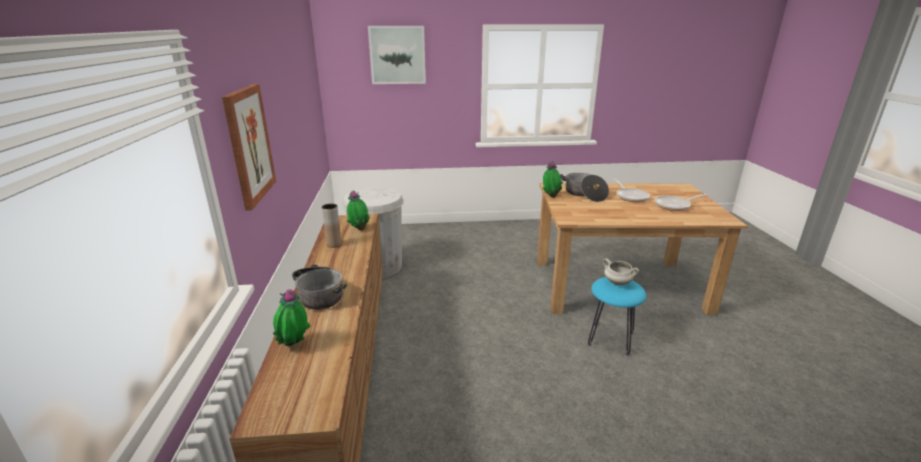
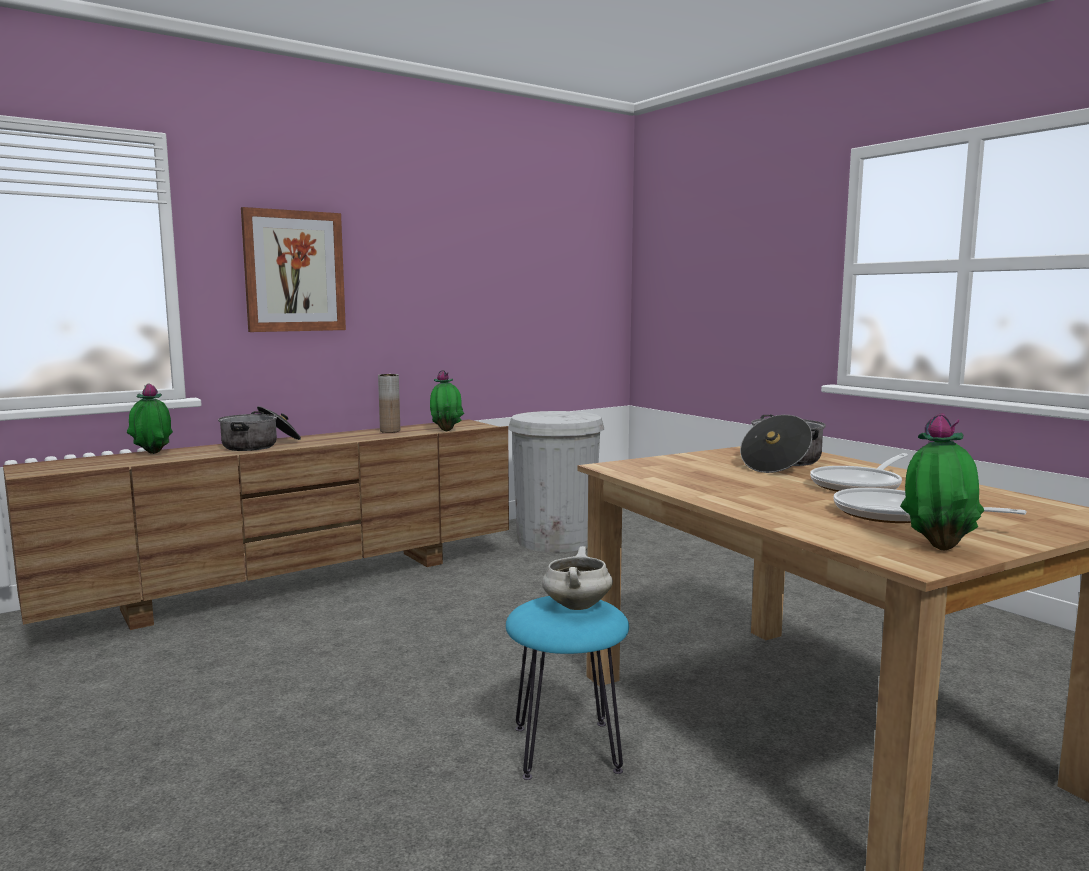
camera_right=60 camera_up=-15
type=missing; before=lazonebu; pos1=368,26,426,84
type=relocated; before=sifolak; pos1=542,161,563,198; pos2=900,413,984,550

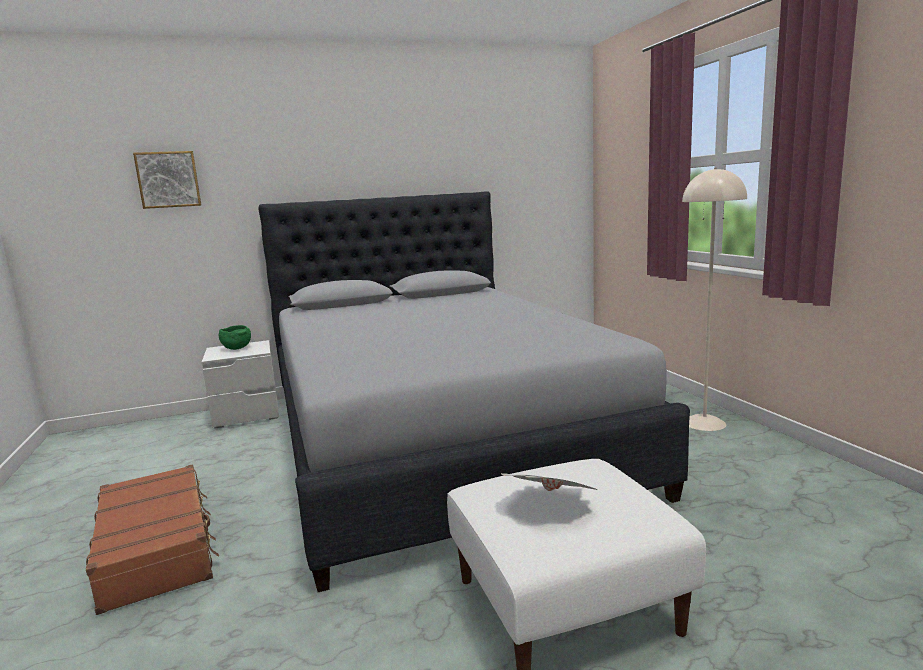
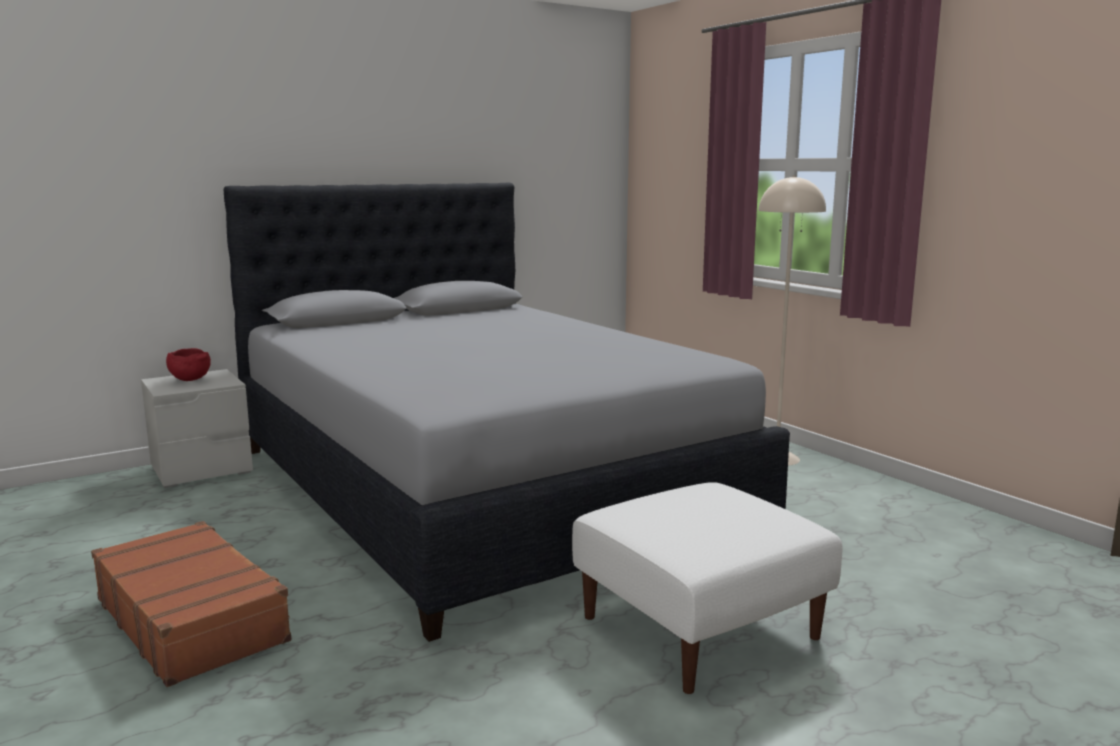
camera_right=-15 camera_up=0
type=missing; before=lazonebu; pos1=133,151,202,209
type=colour; before=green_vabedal; after=red_vabedal; pos1=219,325,251,350; pos2=166,348,211,381
type=missing; before=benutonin; pos1=501,473,598,491

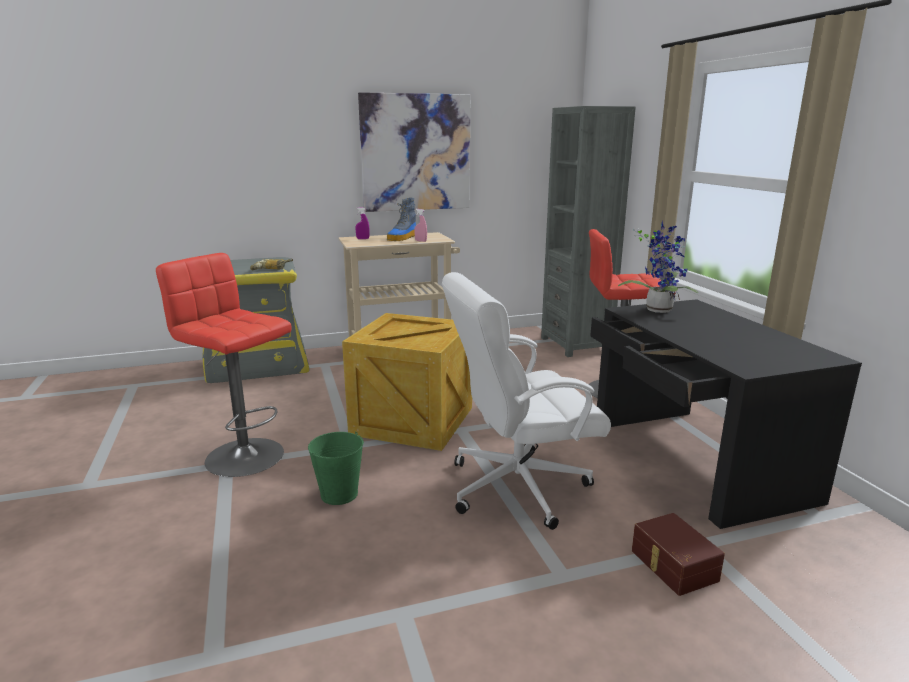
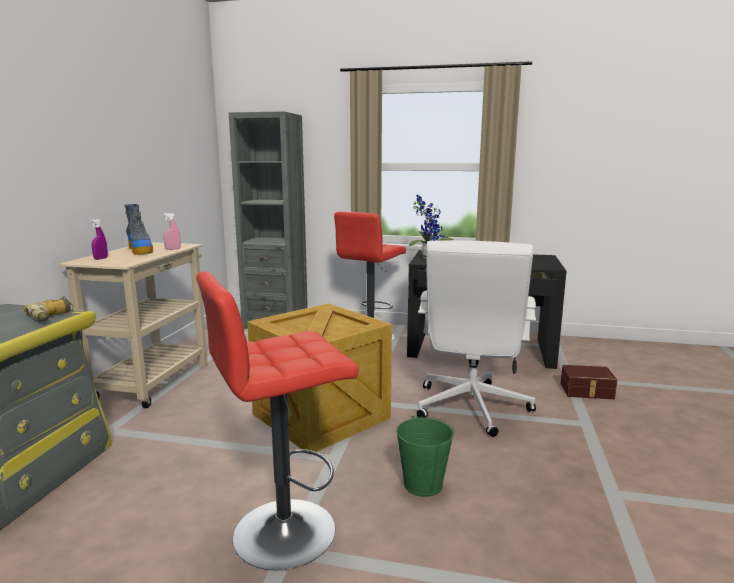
camera_right=-60 camera_up=-5
type=missing; before=lazonebu; pos1=358,92,470,212

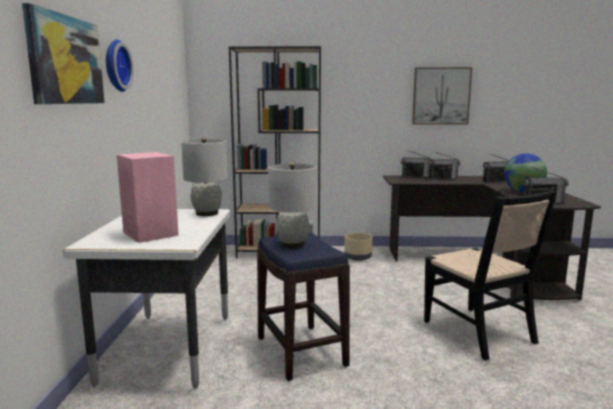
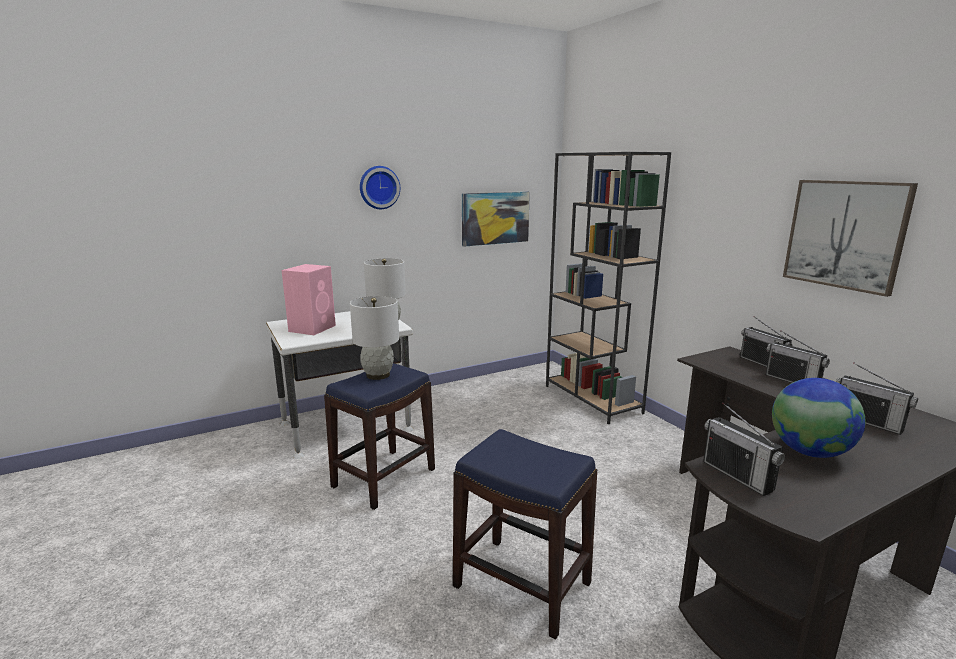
camera_right=60 camera_up=5
type=relocated; before=lazonebu; pos1=22,3,105,104; pos2=462,192,530,247
type=exchanged; before=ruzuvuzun; after=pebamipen; pos1=424,190,557,361; pos2=453,429,597,640
type=missing; before=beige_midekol; pos1=344,233,372,261

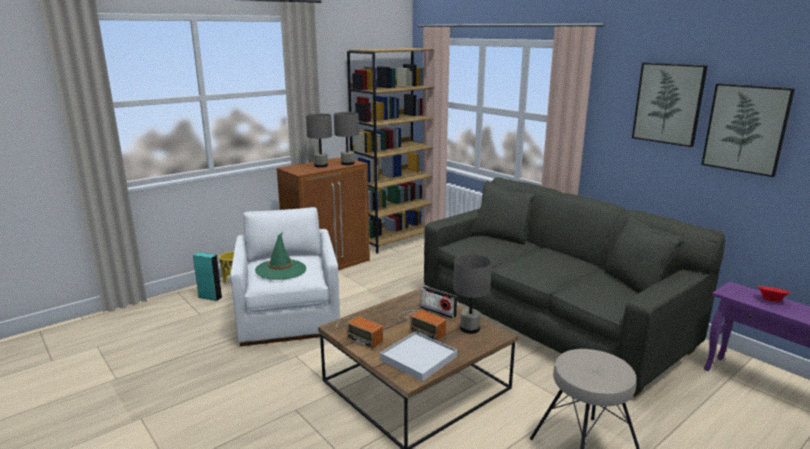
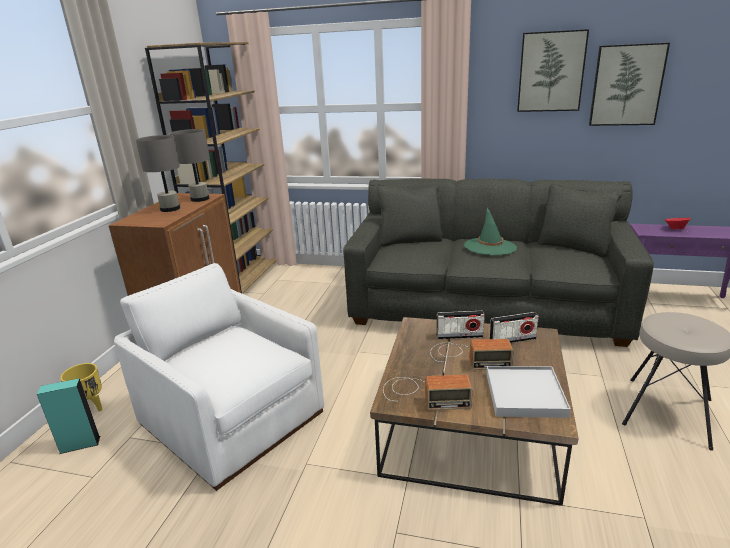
camera_right=-35 camera_up=5
type=relocated; before=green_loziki; pos1=255,232,306,280; pos2=464,208,517,255
type=exchanged; before=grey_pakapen; after=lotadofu; pos1=453,254,492,334; pos2=489,312,539,343

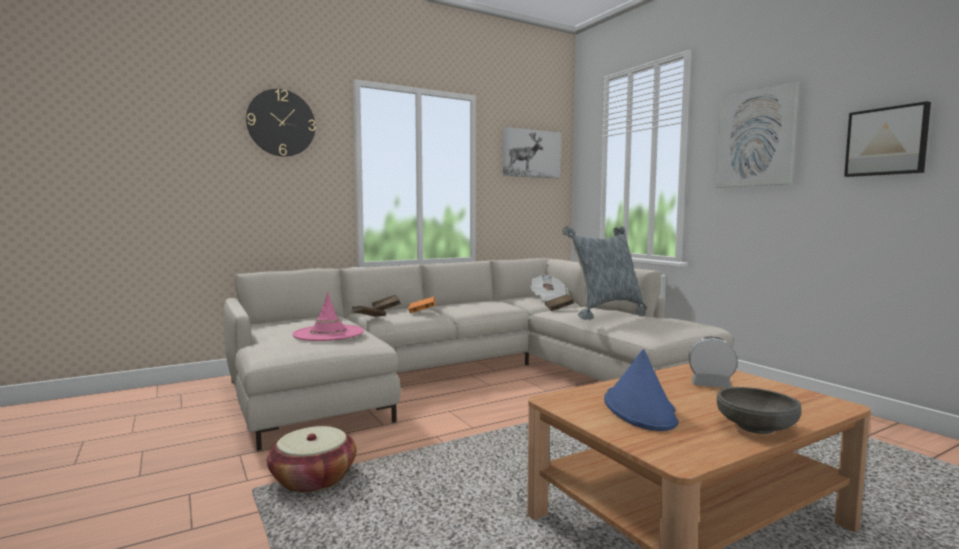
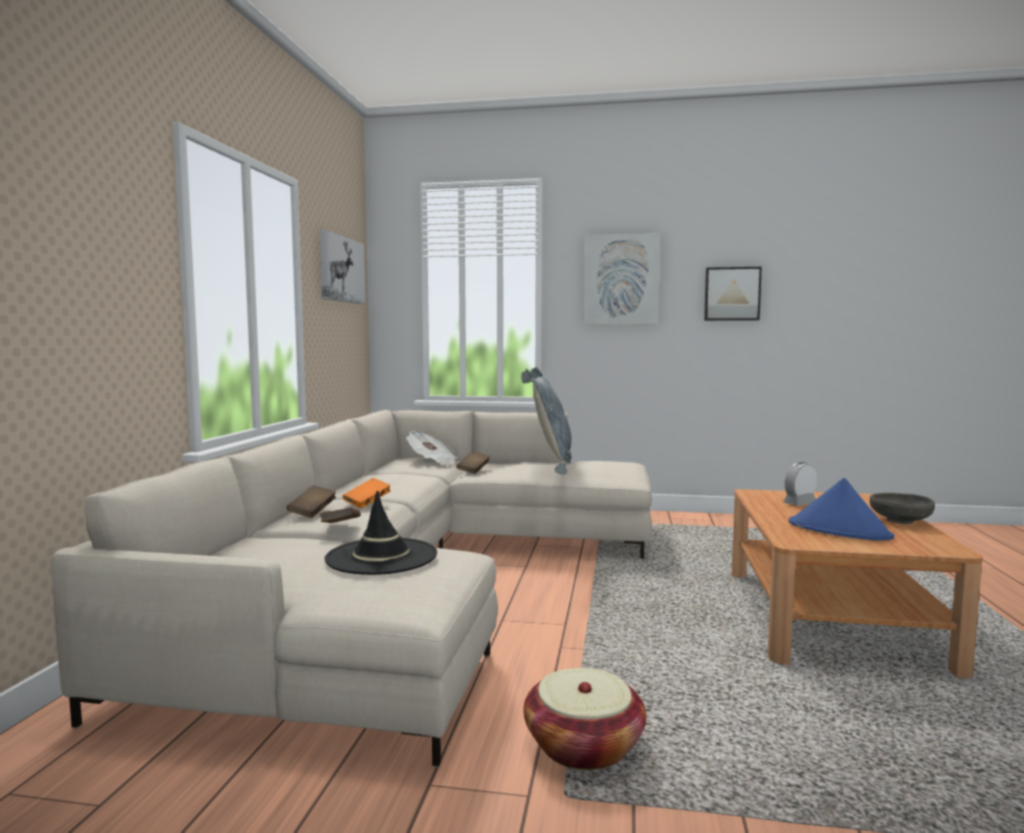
camera_right=-50 camera_up=0
type=missing; before=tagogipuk; pos1=246,89,316,157
type=colour; before=pink_loziki; after=black_loziki; pos1=293,292,364,341; pos2=325,491,437,575

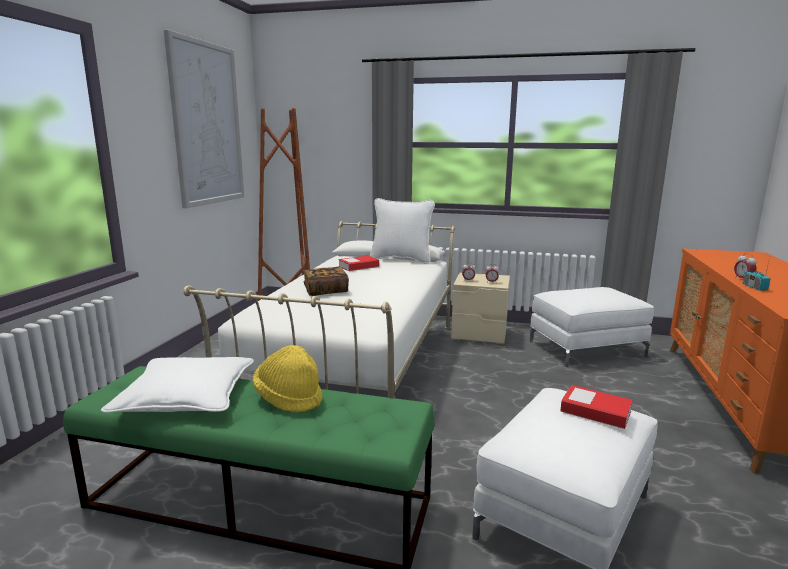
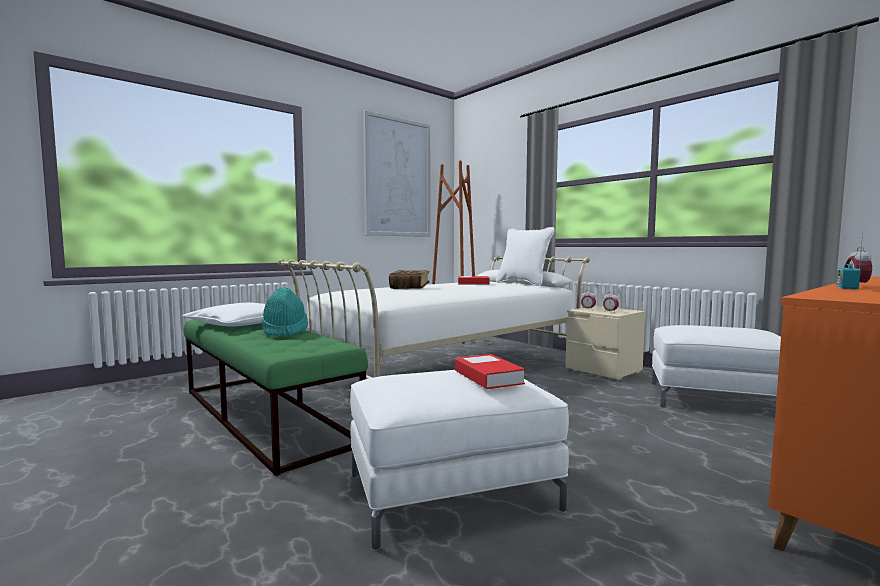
camera_right=35 camera_up=-10
type=colour; before=yellow_loziki; after=turquoise_loziki; pos1=253,345,322,412; pos2=262,287,308,337

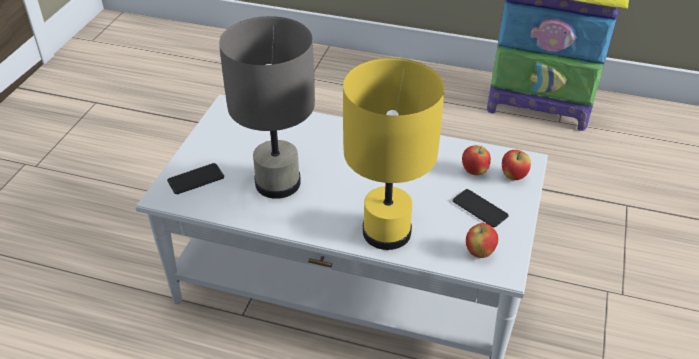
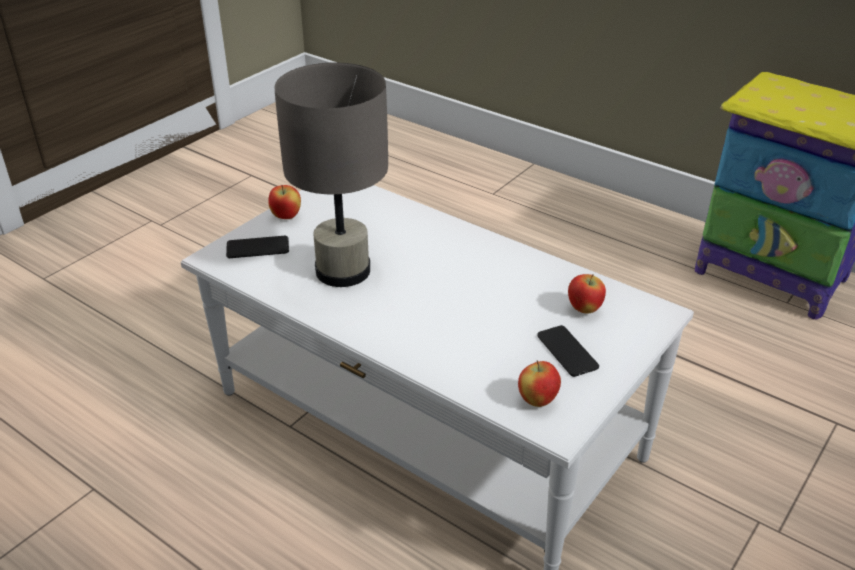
camera_right=20 camera_up=-5
type=missing; before=yellow_pakapen; pos1=343,58,444,250
type=relocated; before=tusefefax; pos1=502,150,531,180; pos2=268,185,301,219

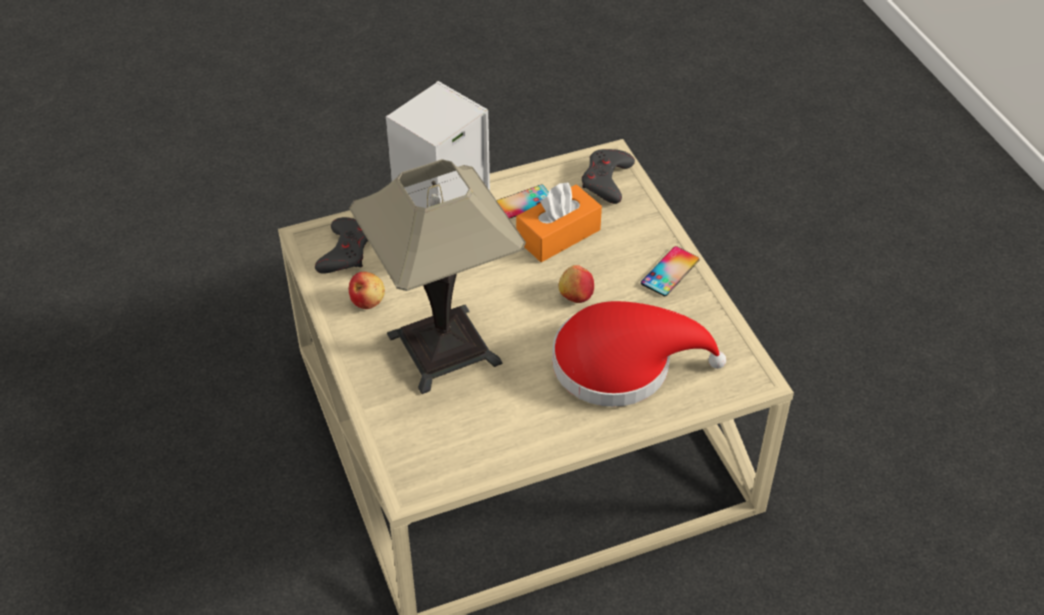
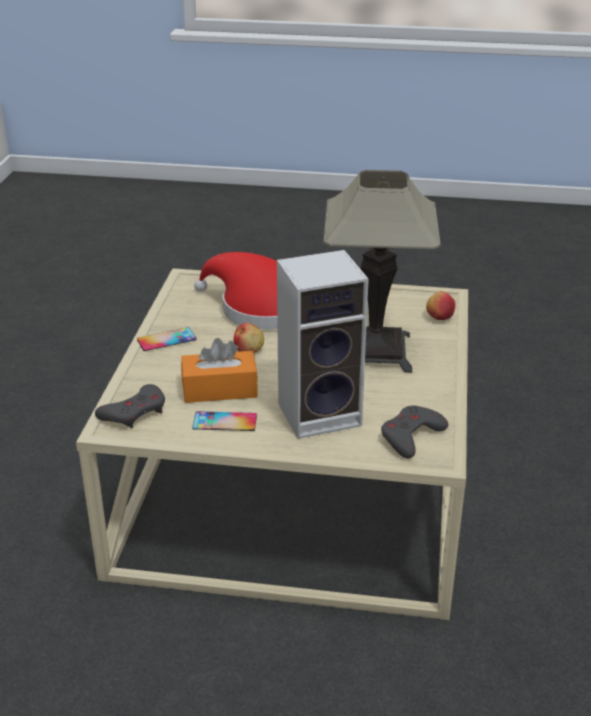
camera_right=-150 camera_up=-15
type=relocated; before=tusefefax; pos1=349,272,385,309; pos2=426,291,455,320

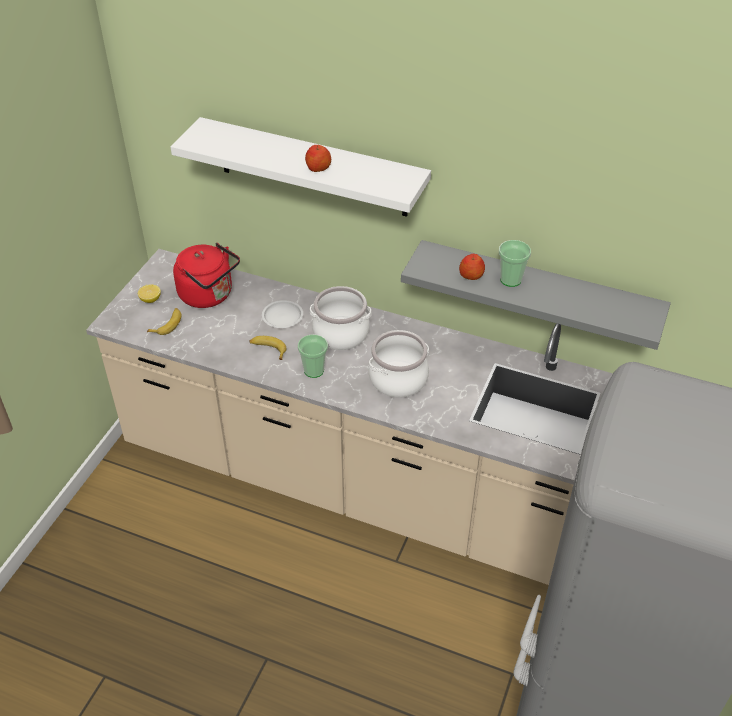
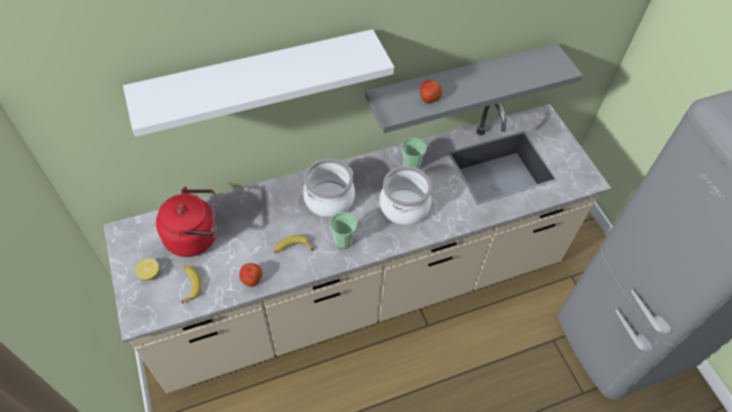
camera_right=-45 camera_up=10
type=relocated; before=tusefefax; pos1=305,145,331,172; pos2=239,263,263,287
type=relocated; before=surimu; pos1=499,240,531,287; pos2=401,138,427,169
type=missing; before=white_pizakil; pos1=262,300,303,328

